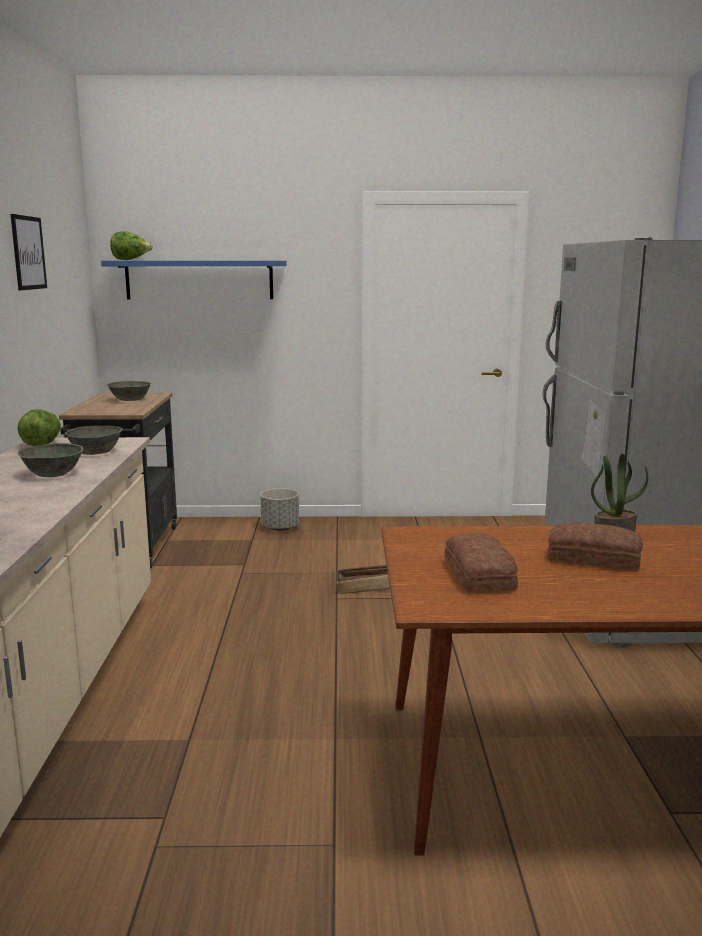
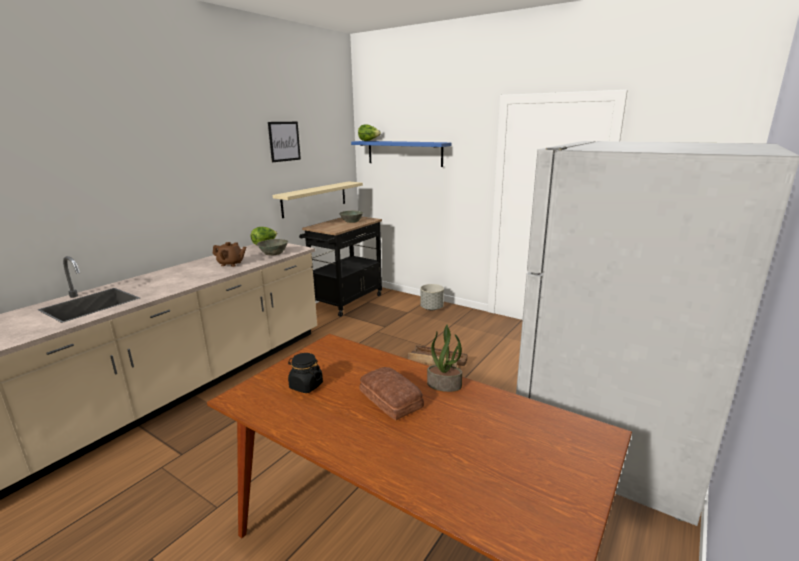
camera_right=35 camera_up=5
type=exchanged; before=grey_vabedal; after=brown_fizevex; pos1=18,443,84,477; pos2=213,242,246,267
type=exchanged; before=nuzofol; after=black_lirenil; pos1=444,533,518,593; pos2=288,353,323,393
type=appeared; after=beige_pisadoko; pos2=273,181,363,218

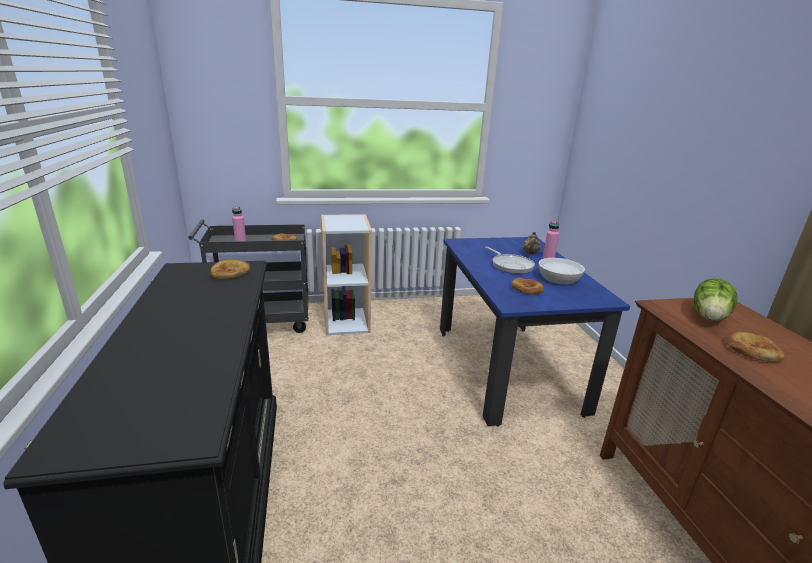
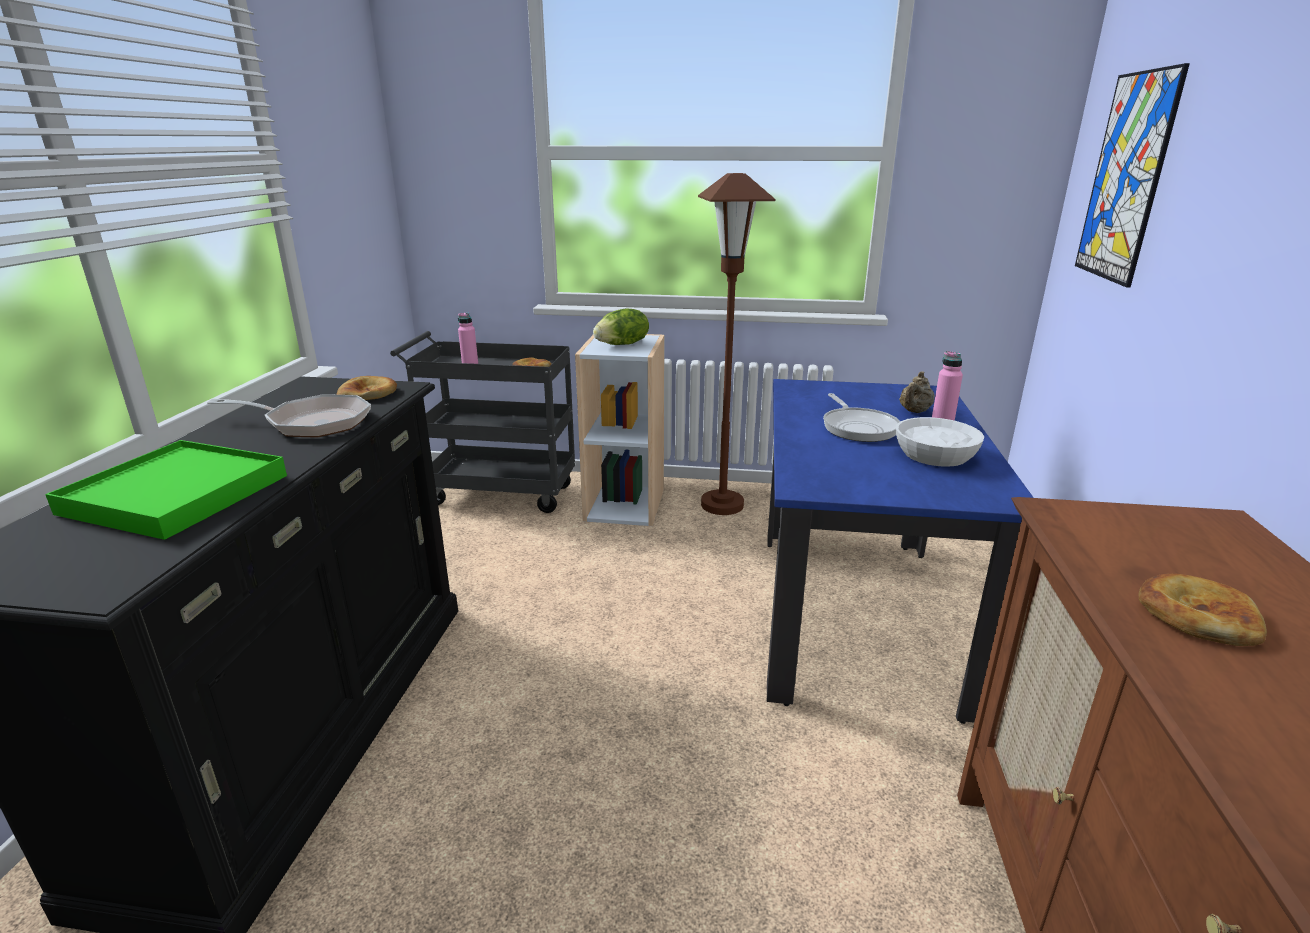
camera_right=20 camera_up=0
type=missing; before=nuzofol; pos1=512,278,544,295
type=relocated; before=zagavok; pos1=694,278,738,321; pos2=593,309,649,345
type=appeared; after=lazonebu; pos2=1075,63,1190,288
type=appeared; after=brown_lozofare; pos2=698,173,775,515
type=appeared; after=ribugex; pos2=207,394,371,437
type=appeared; after=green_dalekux; pos2=45,440,287,540

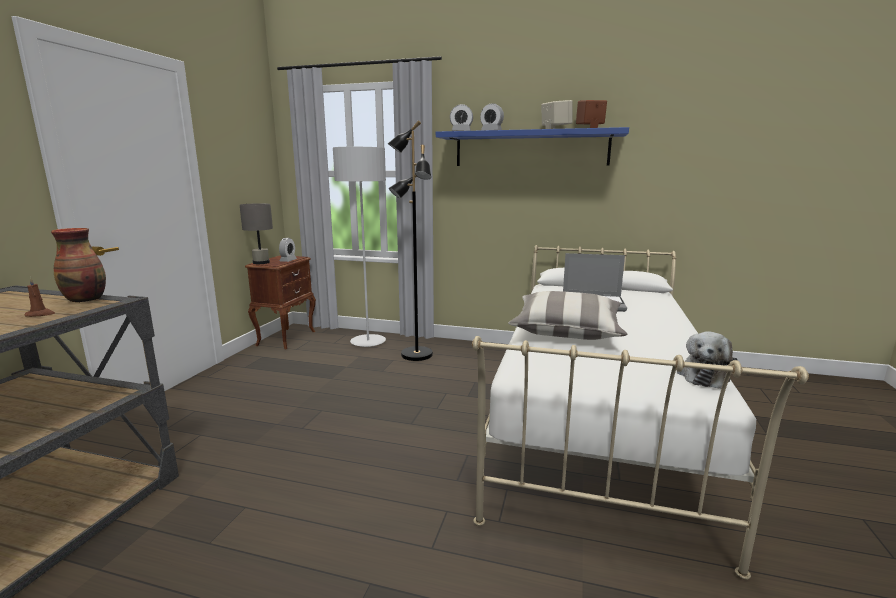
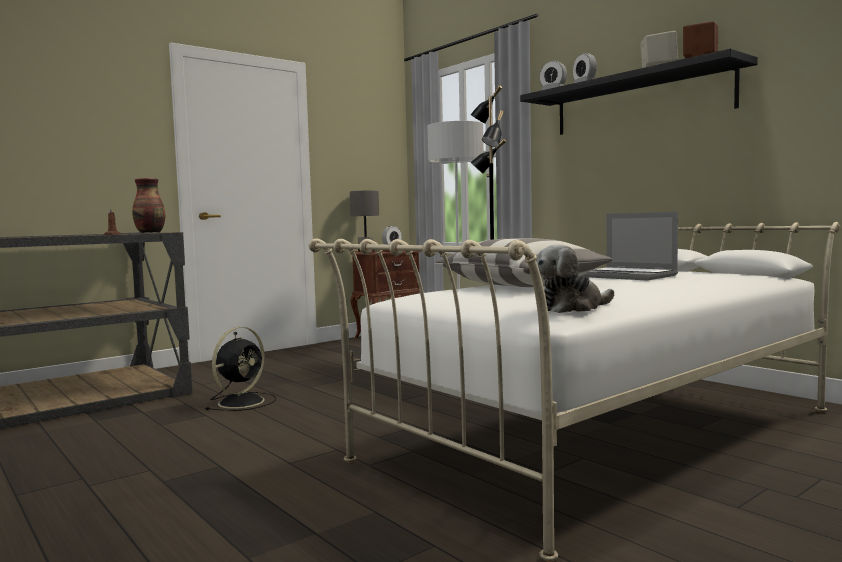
camera_right=35 camera_up=-10
type=colour; before=blue_pisadoko; after=black_pisadoko; pos1=436,127,629,166; pos2=520,49,758,135
type=appeared; after=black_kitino; pos2=205,327,276,411

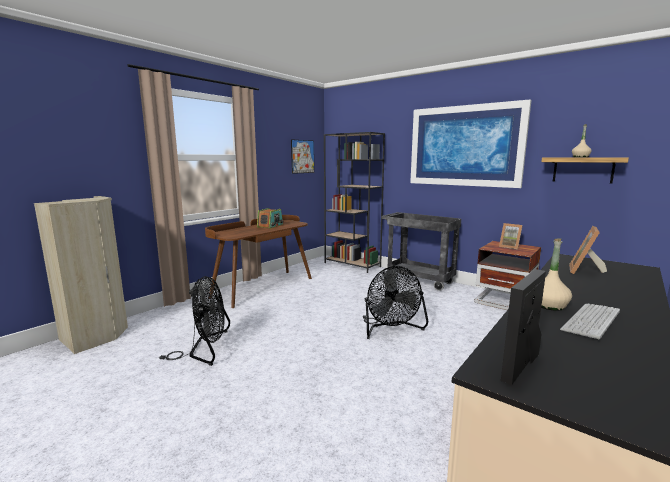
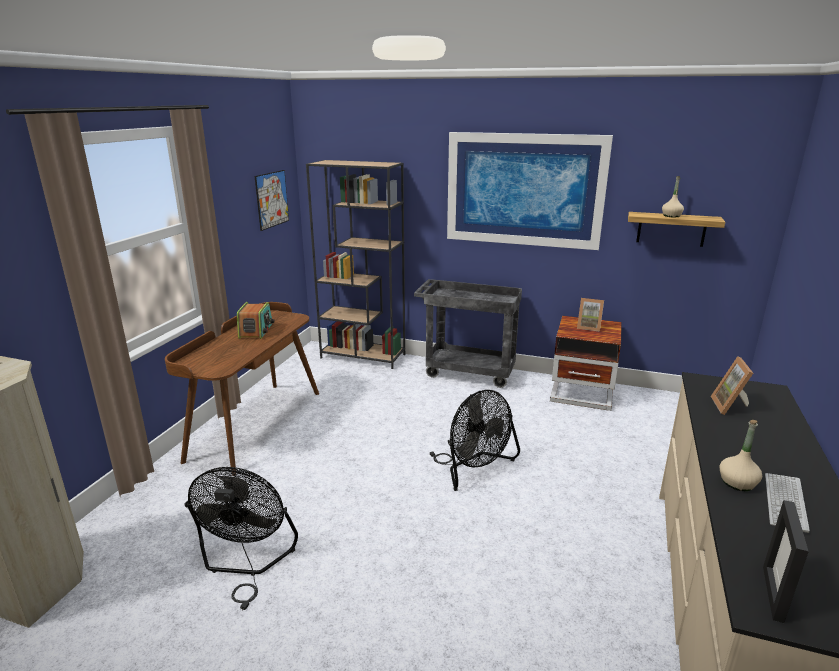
camera_right=-20 camera_up=10
type=spun; before=black_kitino; pos1=159,276,230,366; pos2=184,467,298,610; turn=-60

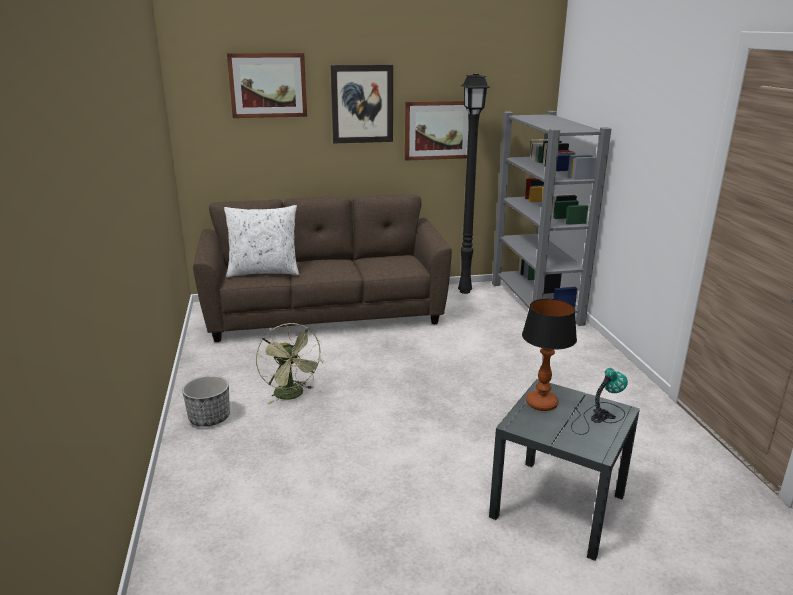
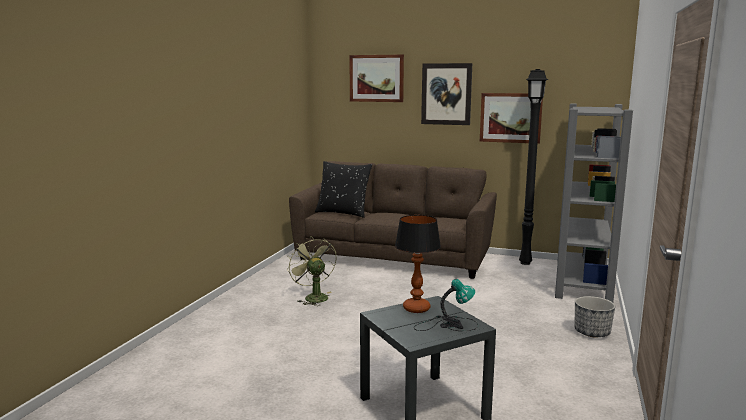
camera_right=30 camera_up=-10
type=colour; before=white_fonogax; after=black_fonogax; pos1=224,205,299,277; pos2=315,161,372,218
type=spun; before=green_kitino; pos1=256,323,324,405; pos2=287,236,337,306; turn=150
type=relocated; before=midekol; pos1=182,375,230,427; pos2=574,296,615,337

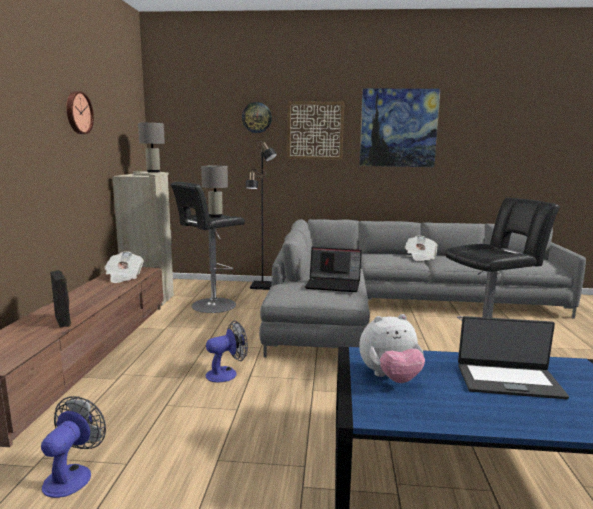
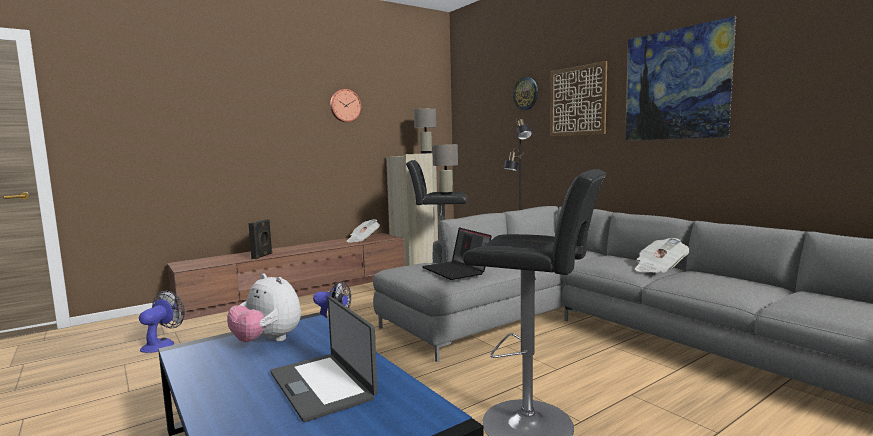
camera_right=50 camera_up=-5
type=spun; before=kitino; pos1=41,396,106,498; pos2=139,290,185,353; turn=-45

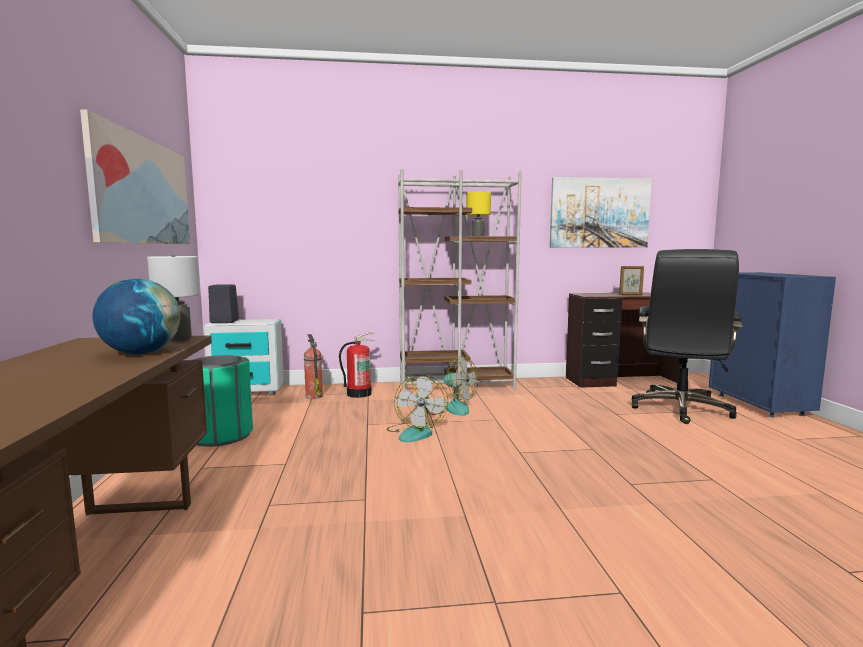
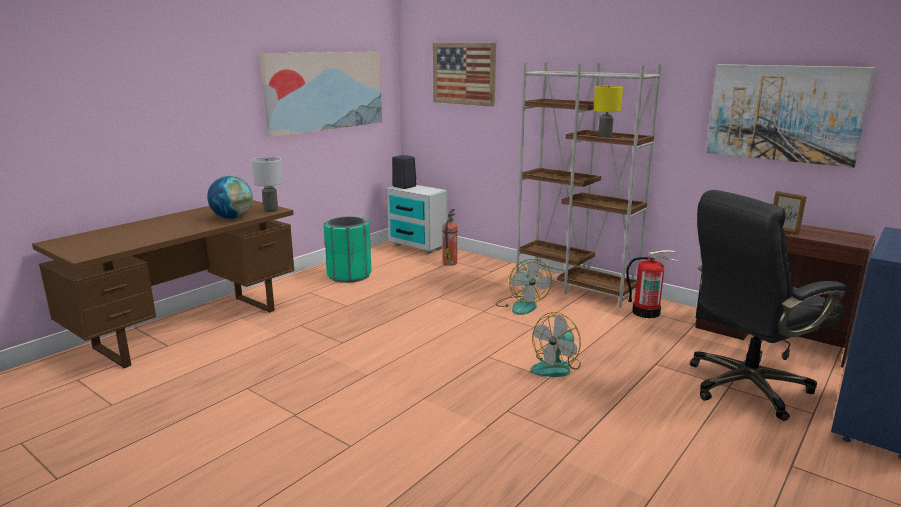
camera_right=45 camera_up=10
type=relocated; before=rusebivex; pos1=339,332,377,398; pos2=626,250,678,318
type=relocated; before=kitino; pos1=387,375,448,442; pos2=530,312,581,377
type=appeared; after=lazonebu; pos2=433,43,496,106

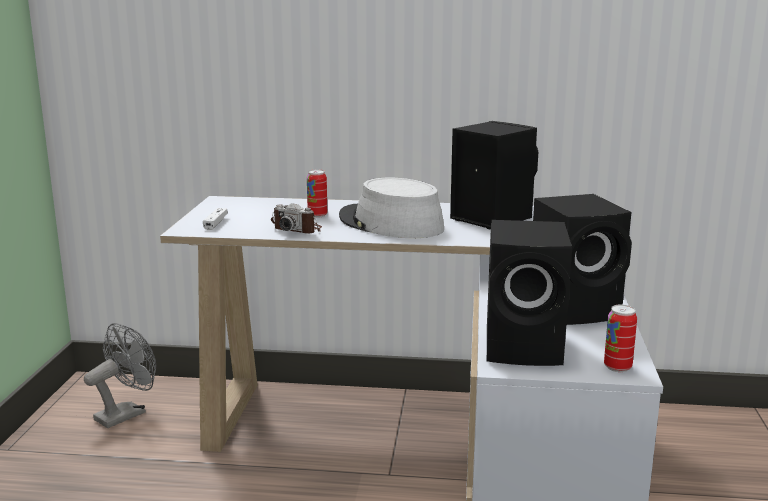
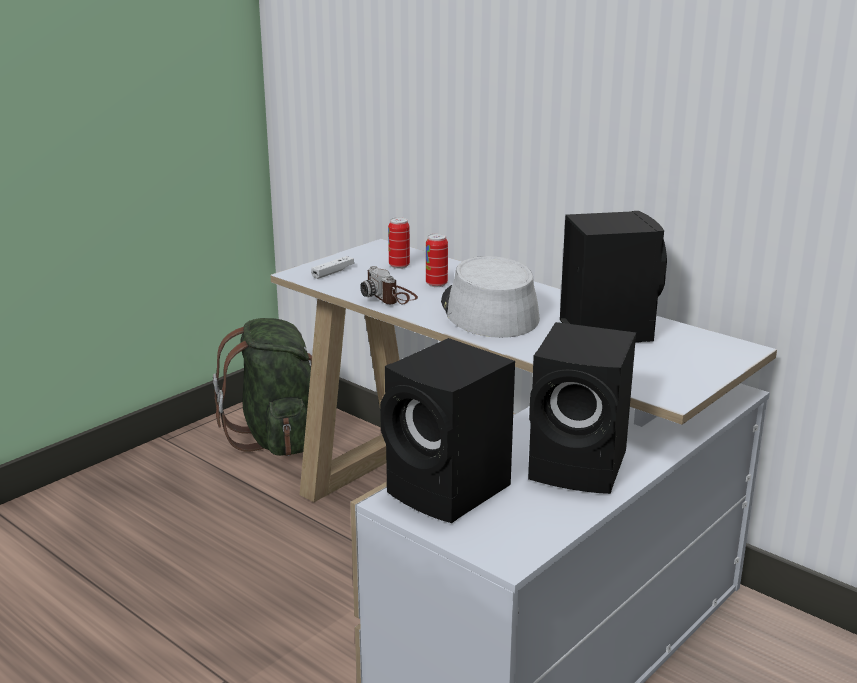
camera_right=35 camera_up=5
type=relocated; before=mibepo; pos1=604,305,637,372; pos2=388,217,410,269
type=exchanged; before=grey_kitino; after=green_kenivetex; pos1=84,323,156,428; pos2=213,318,312,456

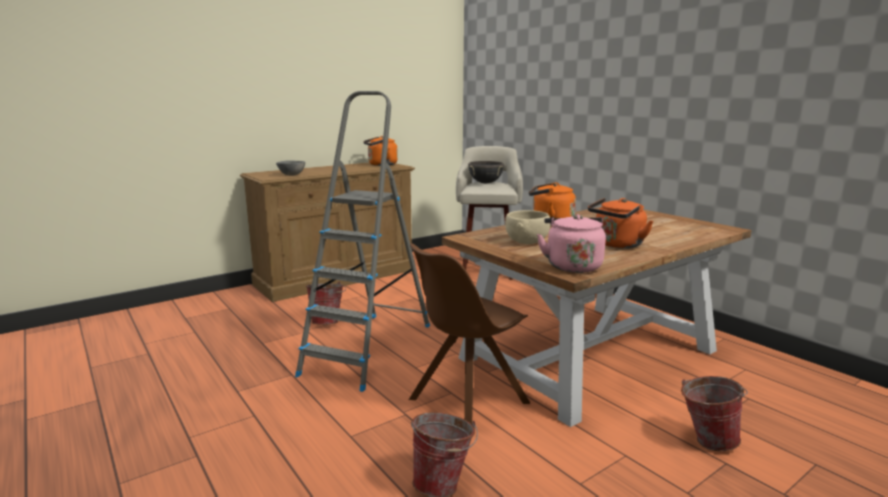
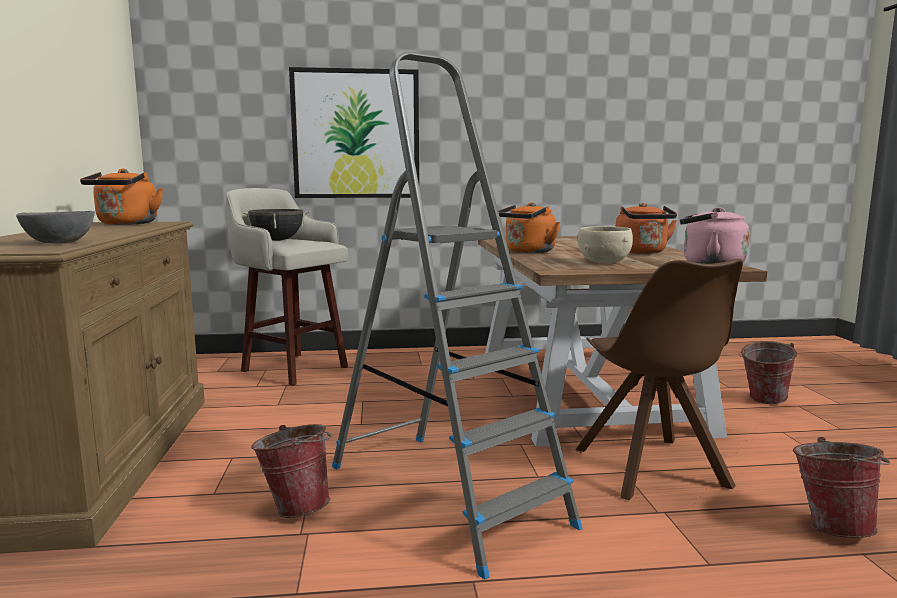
camera_right=-60 camera_up=-5
type=appeared; after=lazonebu; pos2=289,67,419,198

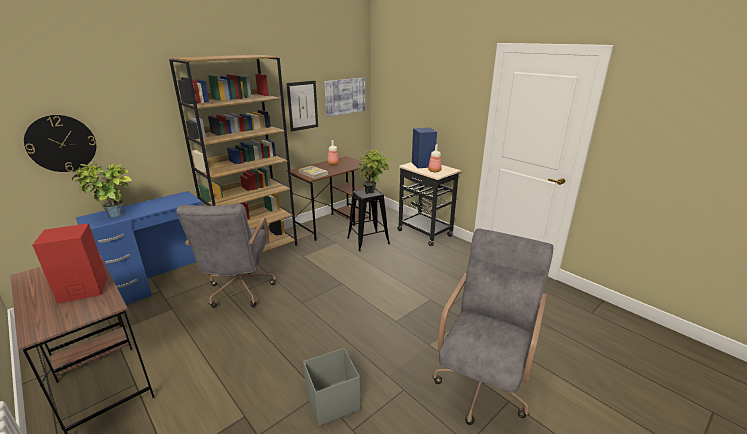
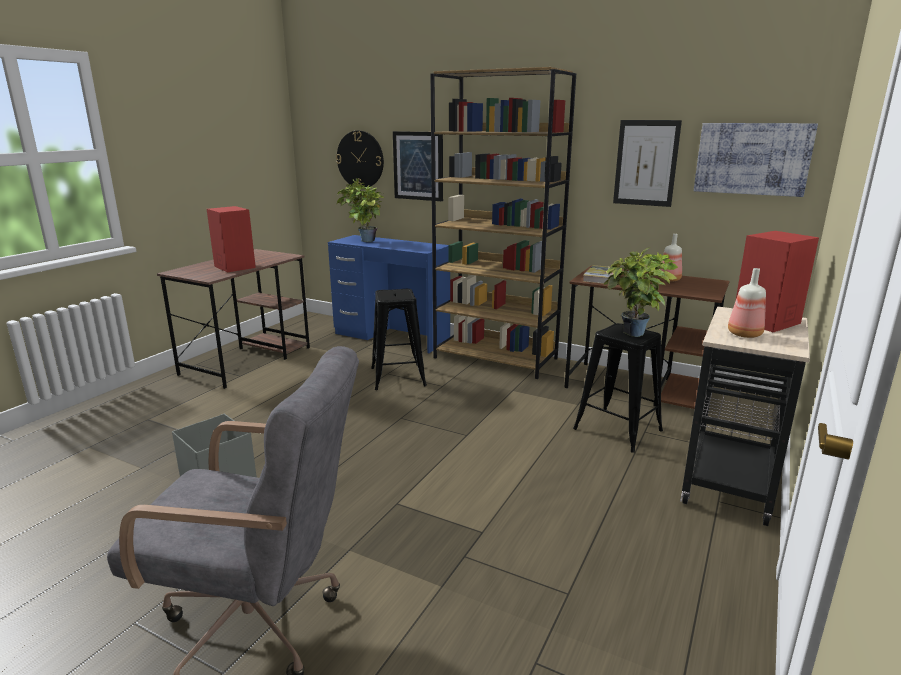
camera_right=70 camera_up=-5
type=colour; before=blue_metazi; after=red_metazi; pos1=412,128,437,168; pos2=736,231,819,332
type=exchanged; before=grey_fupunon; after=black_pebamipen; pos1=176,204,277,308; pos2=371,289,427,390
type=appeared; after=lazonebu; pos2=393,131,443,201

